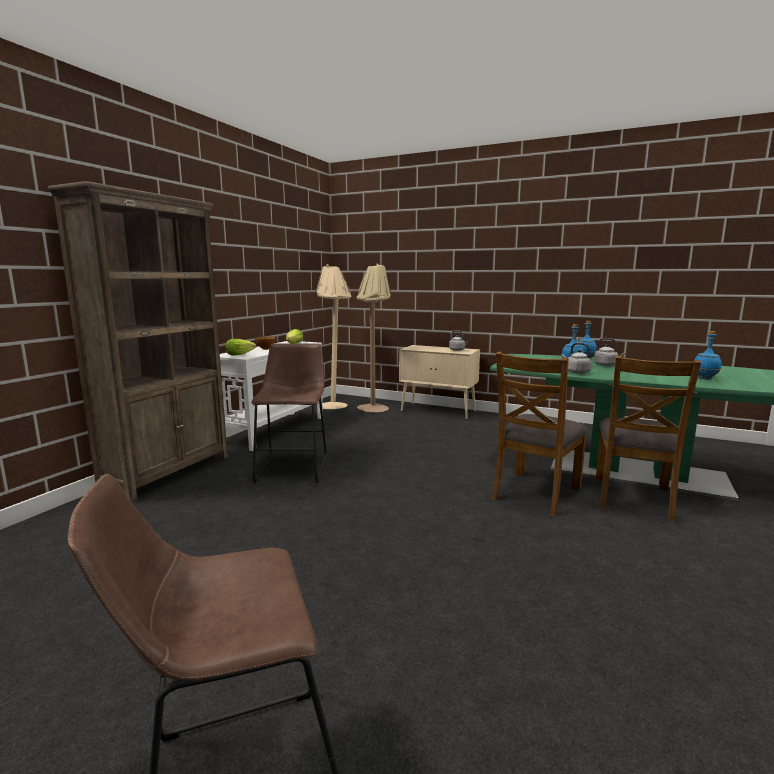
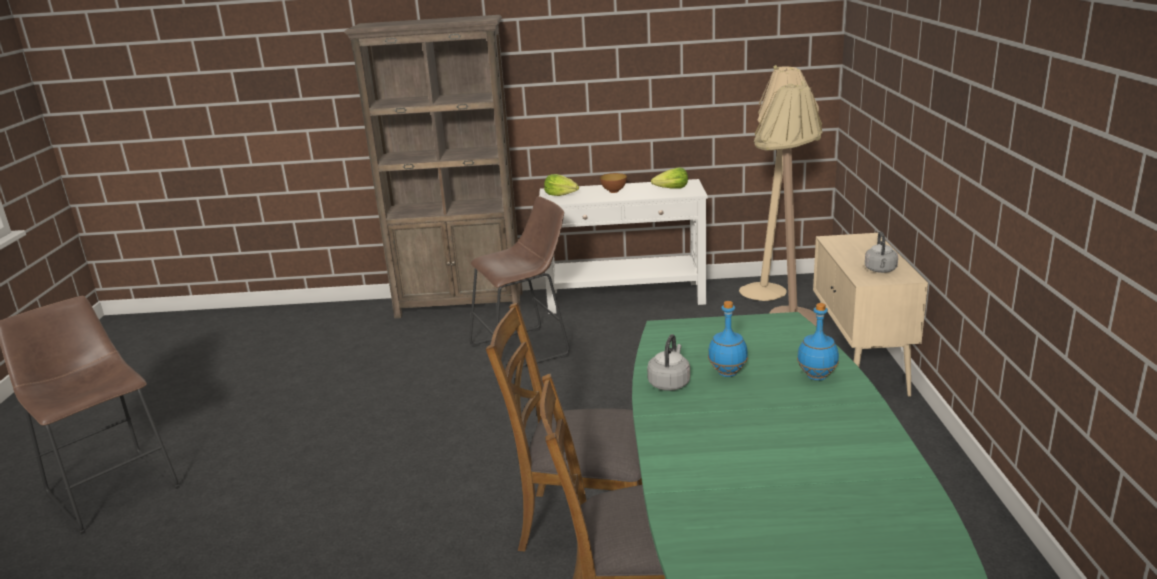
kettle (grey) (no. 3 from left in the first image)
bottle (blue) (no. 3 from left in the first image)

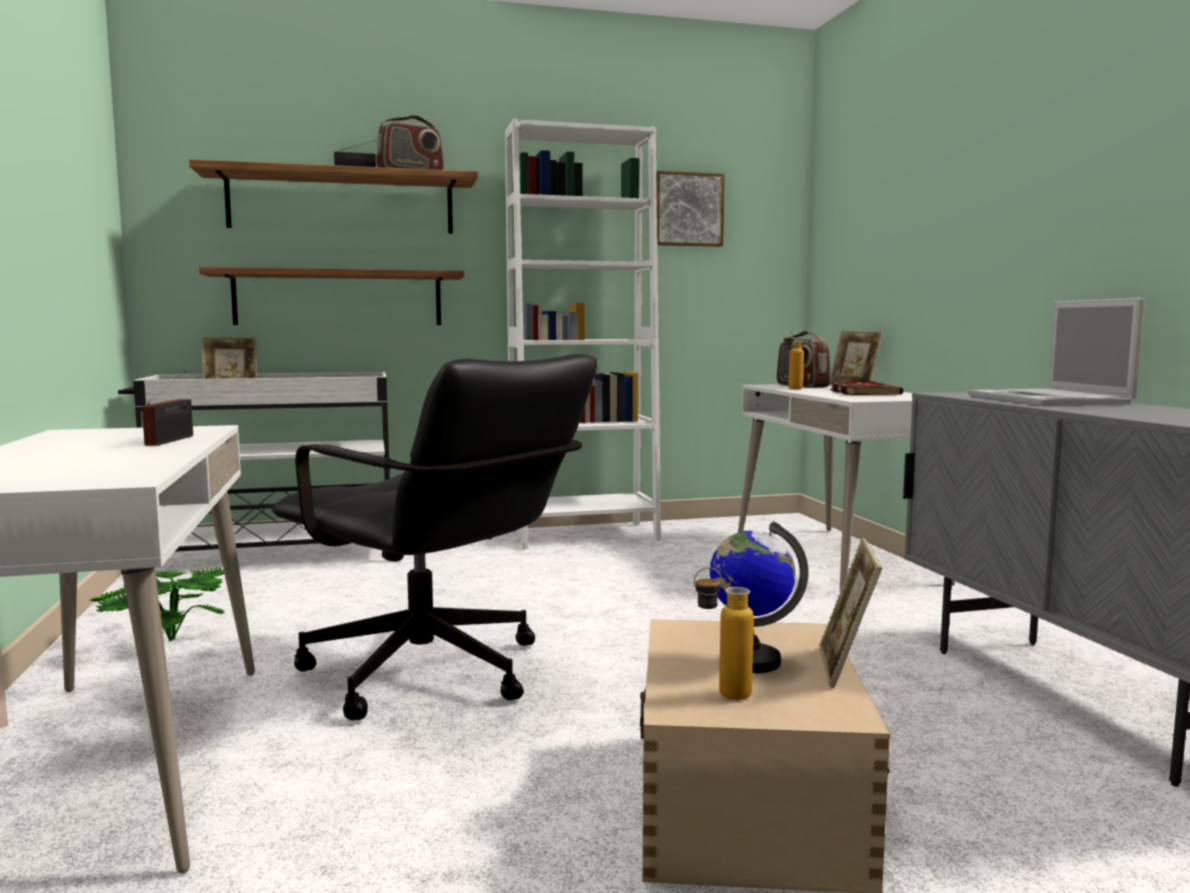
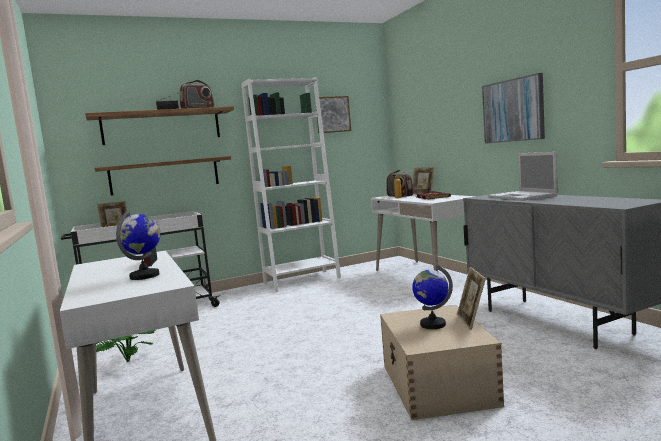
office chair (black)
bottle (no. 1 from left in the first image)
globe (no. 1 from left)
picture (no. 2 from left)

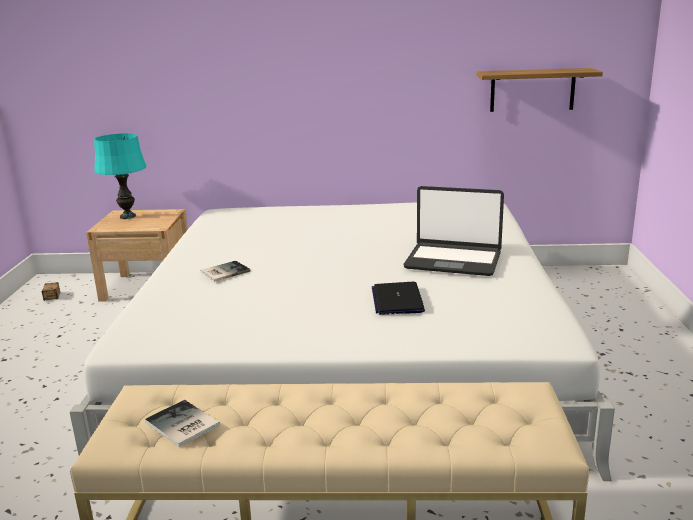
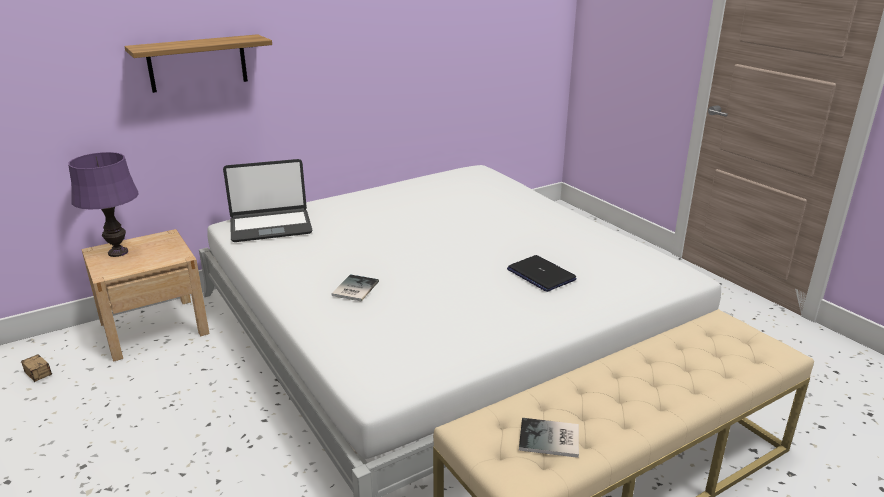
table lamp (purple)
laptop (no. 1 from left)
shelf

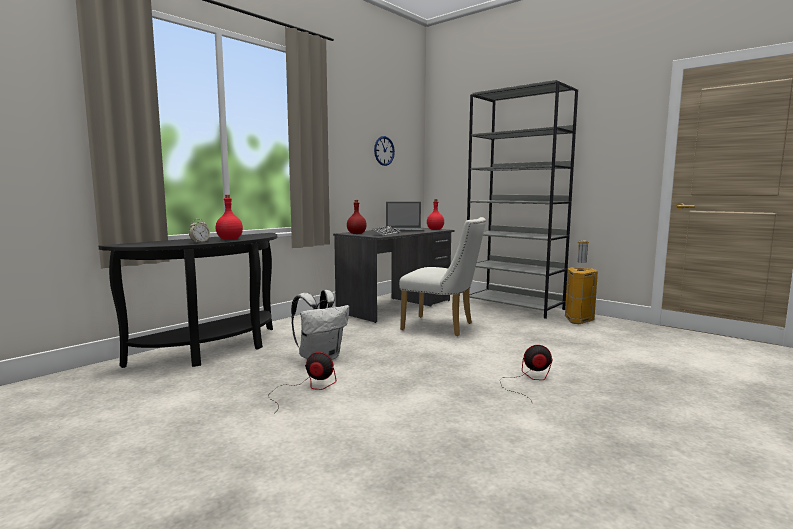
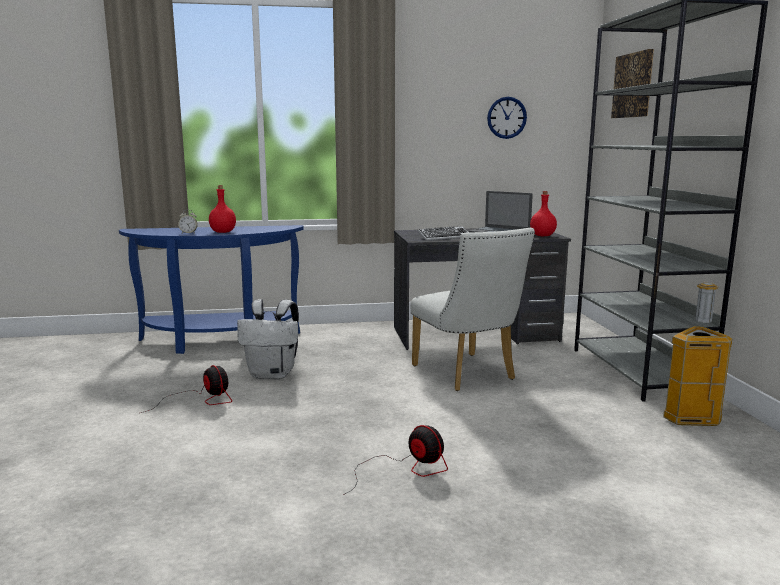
console table (blue)
bottle (red) (no. 2 from left in the first image)
picture

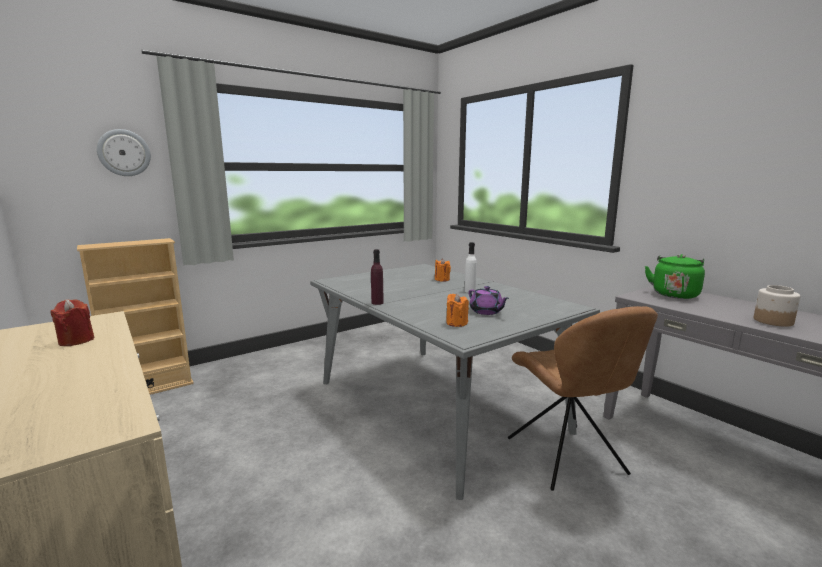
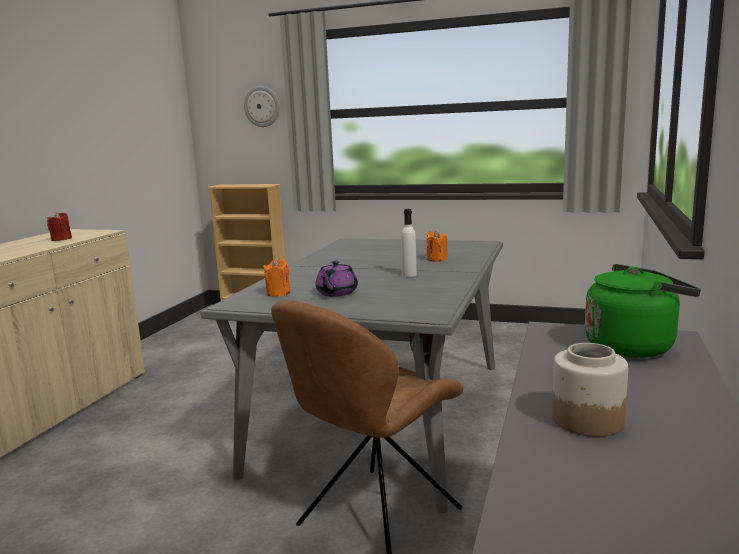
bottle (purple)

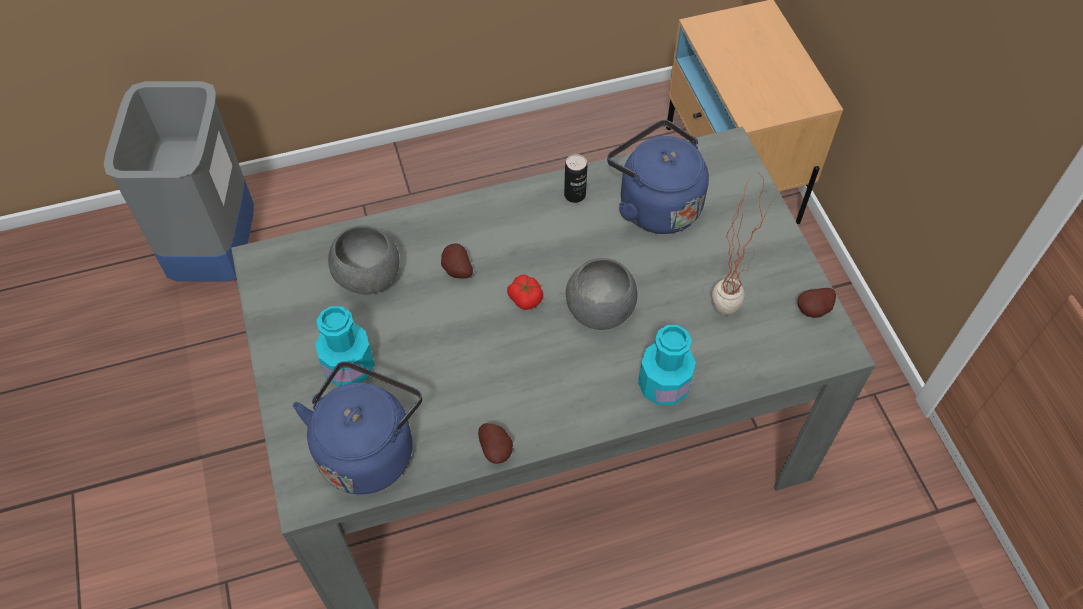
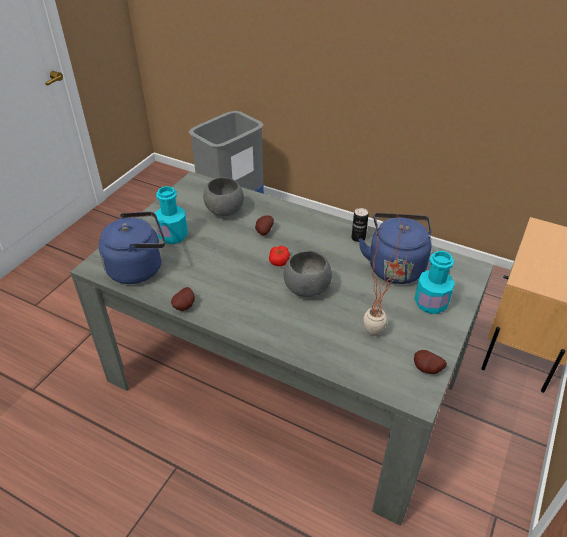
bottle (turquoise) (no. 2 from left)

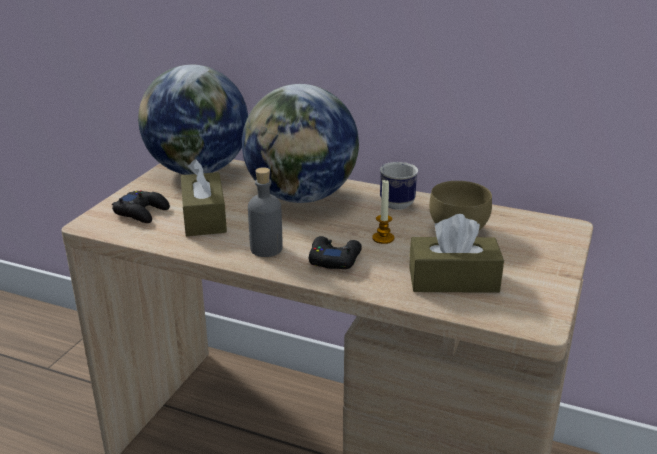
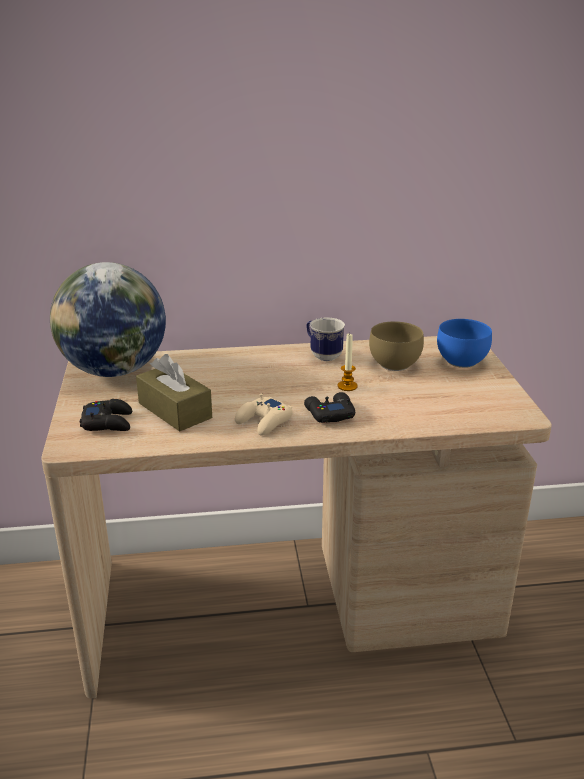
globe (no. 2 from left in the first image)
game controller (beige)
tissue box (brown) (no. 2 from left in the first image)
bowl (blue)

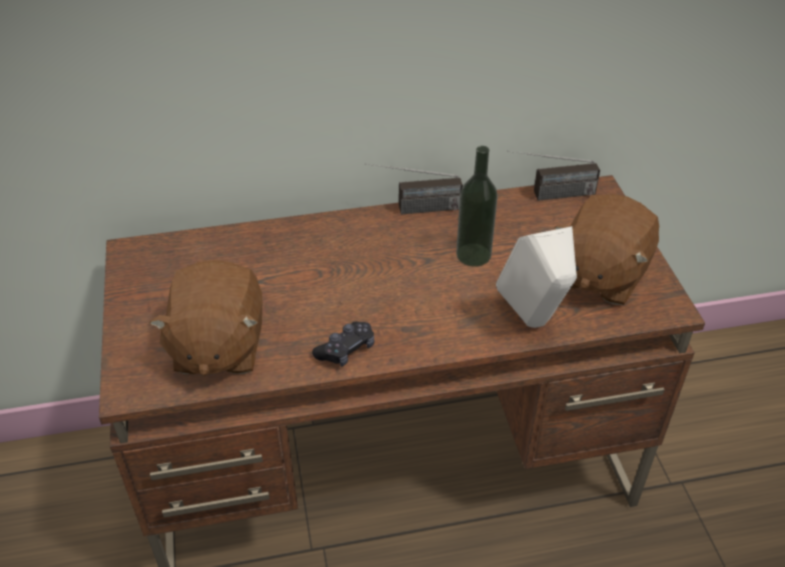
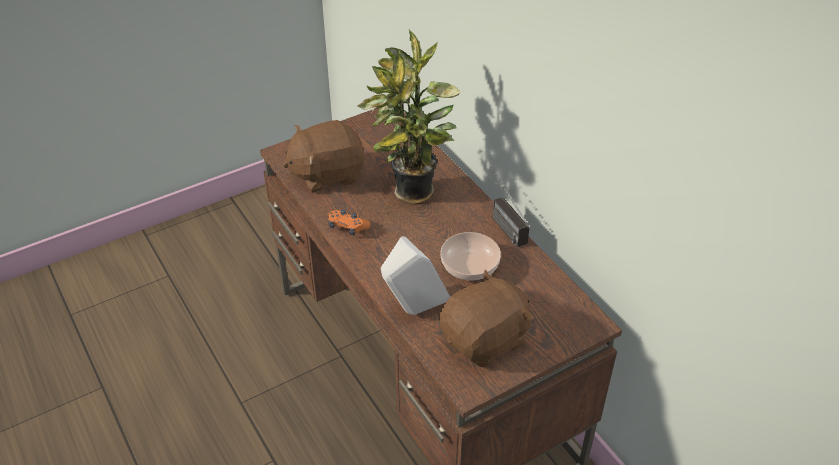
game controller (orange)
bowl
radio (no. 2 from left in the first image)
plush toy (brown) (no. 2 from left)
potted plant

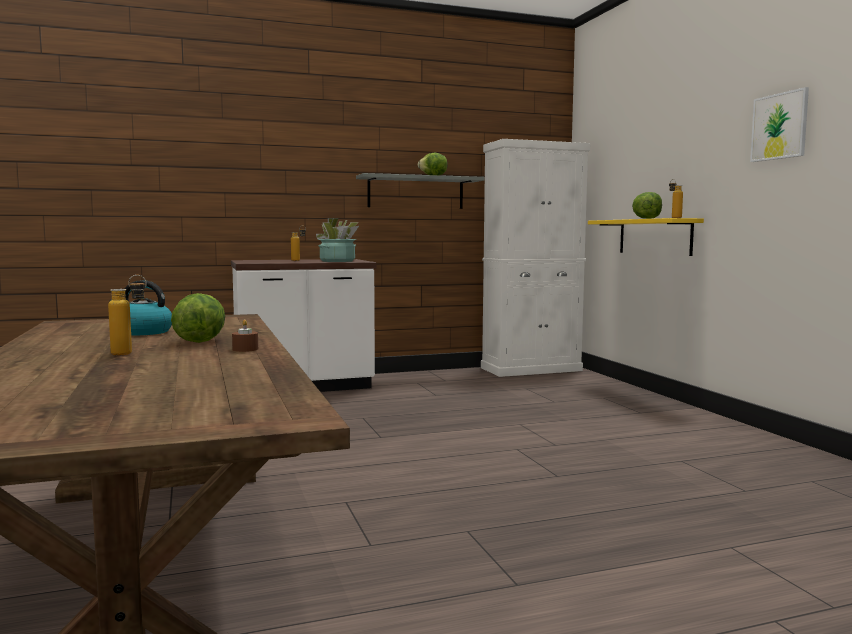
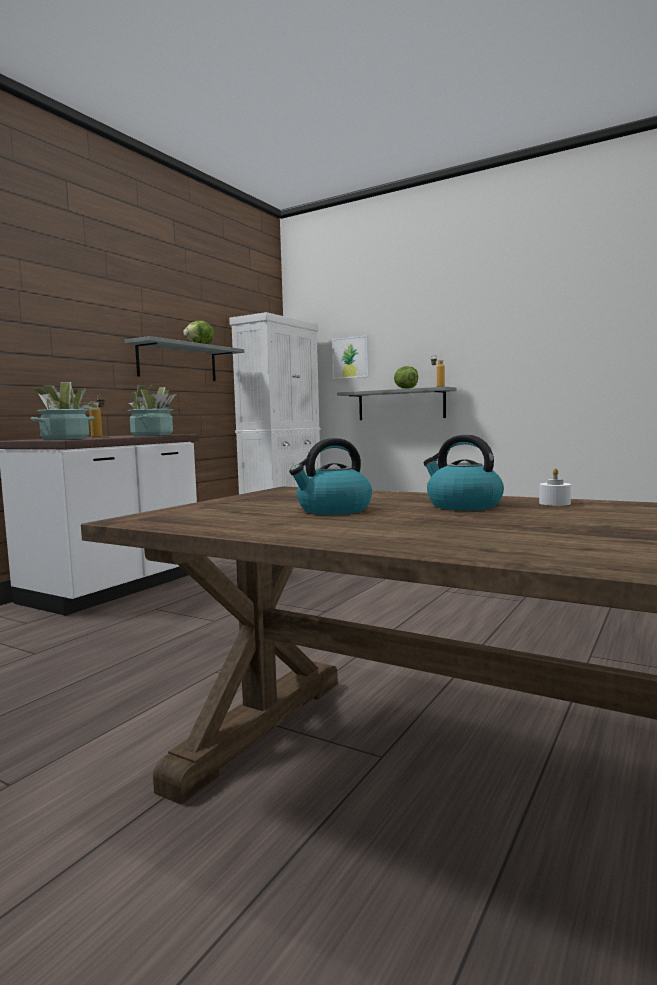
bottle (no. 1 from left in the first image)
kettle (no. 2 from left)
candle (white)
shelf (grey) (no. 2 from left)
picture
potted plant (no. 1 from left)

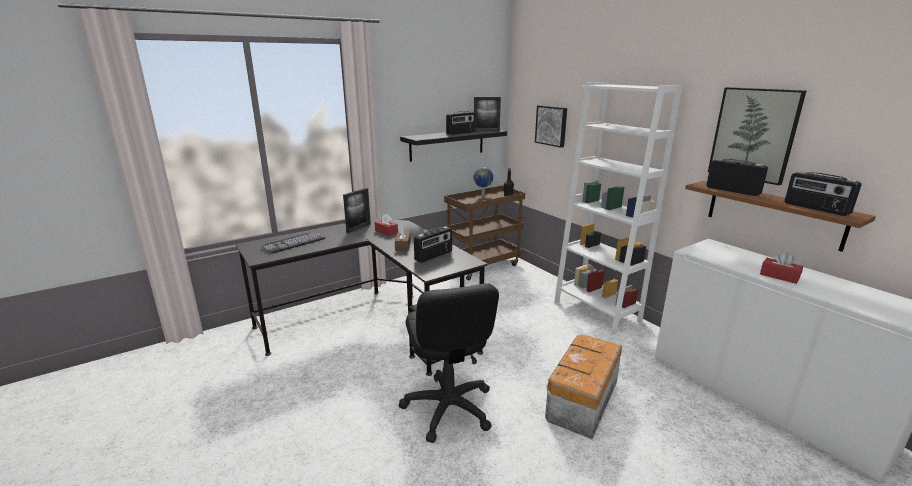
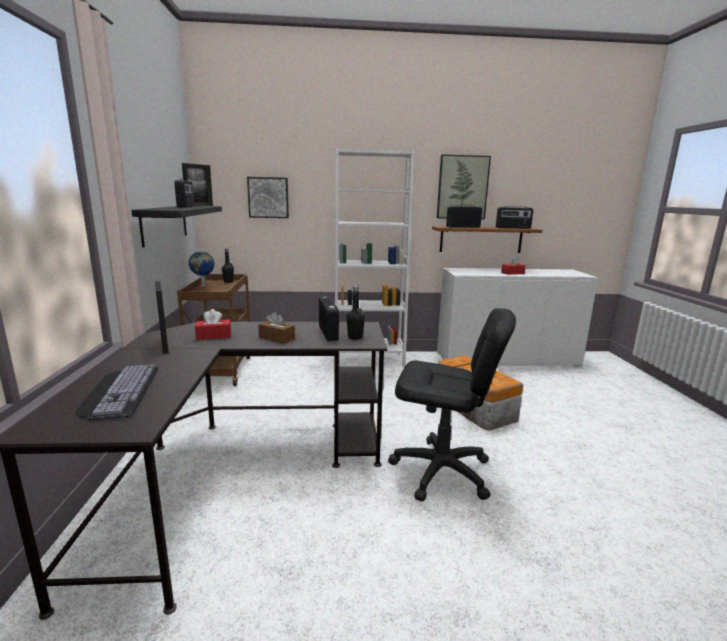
bottle (black) (no. 2 from left)

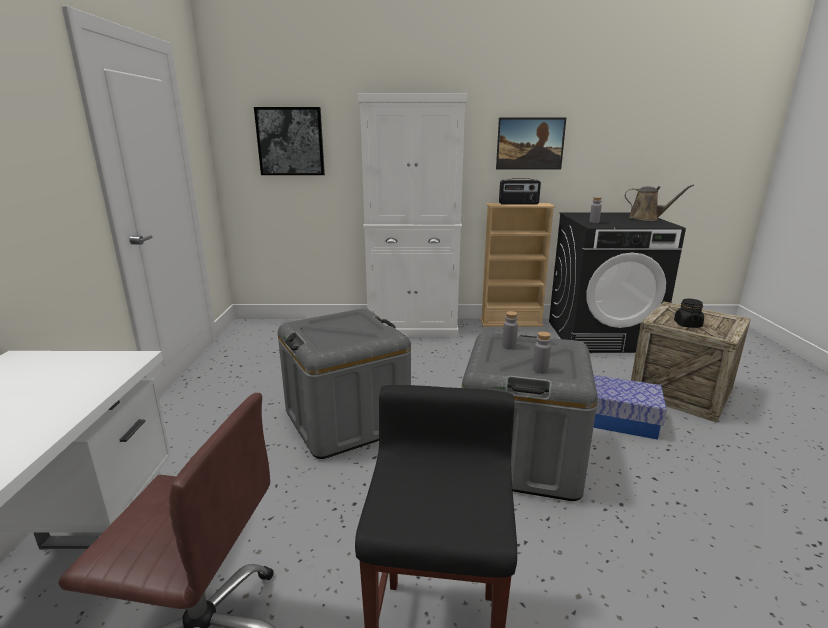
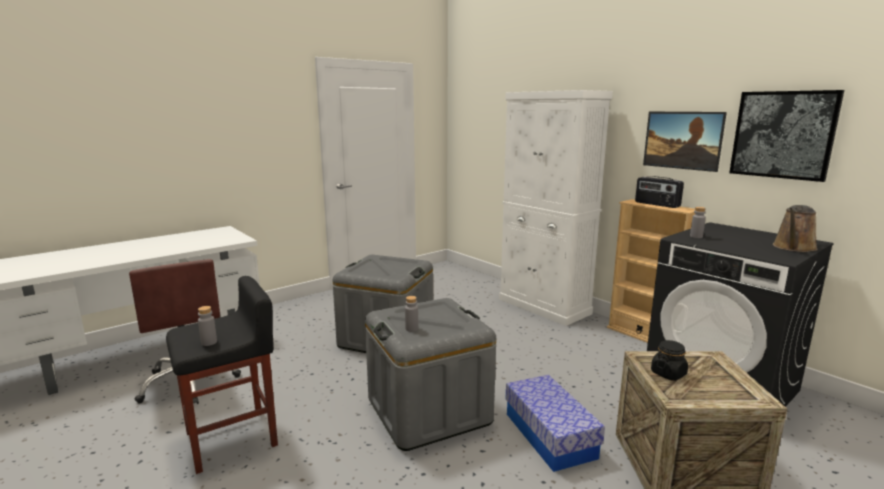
picture (no. 2 from left)
bottle (grey) (no. 1 from left)
watering can (brown)

